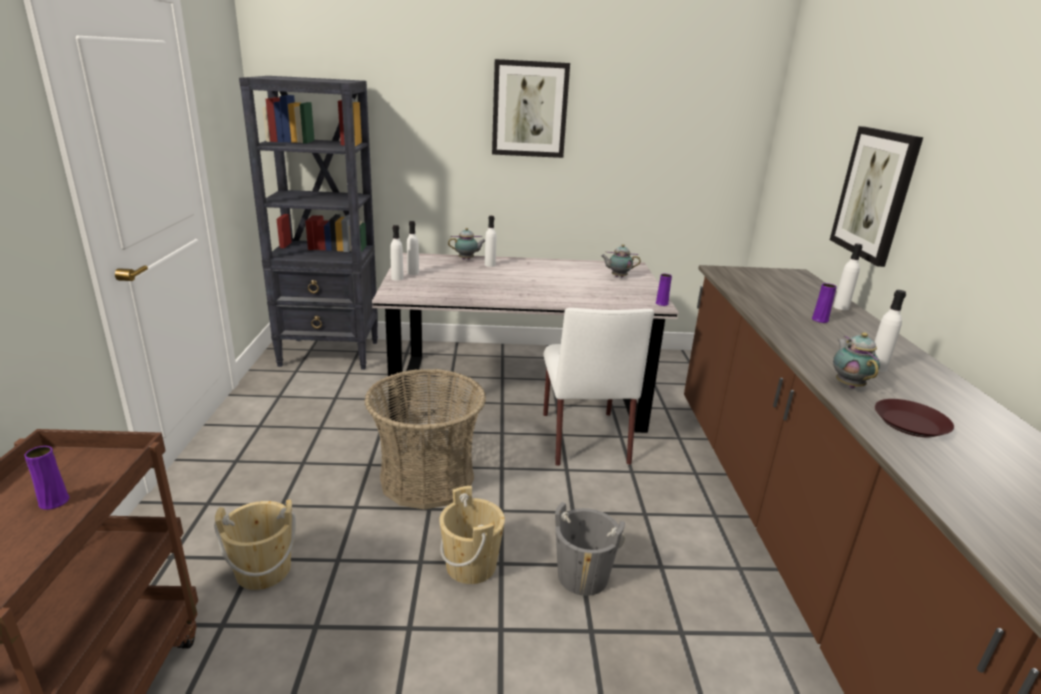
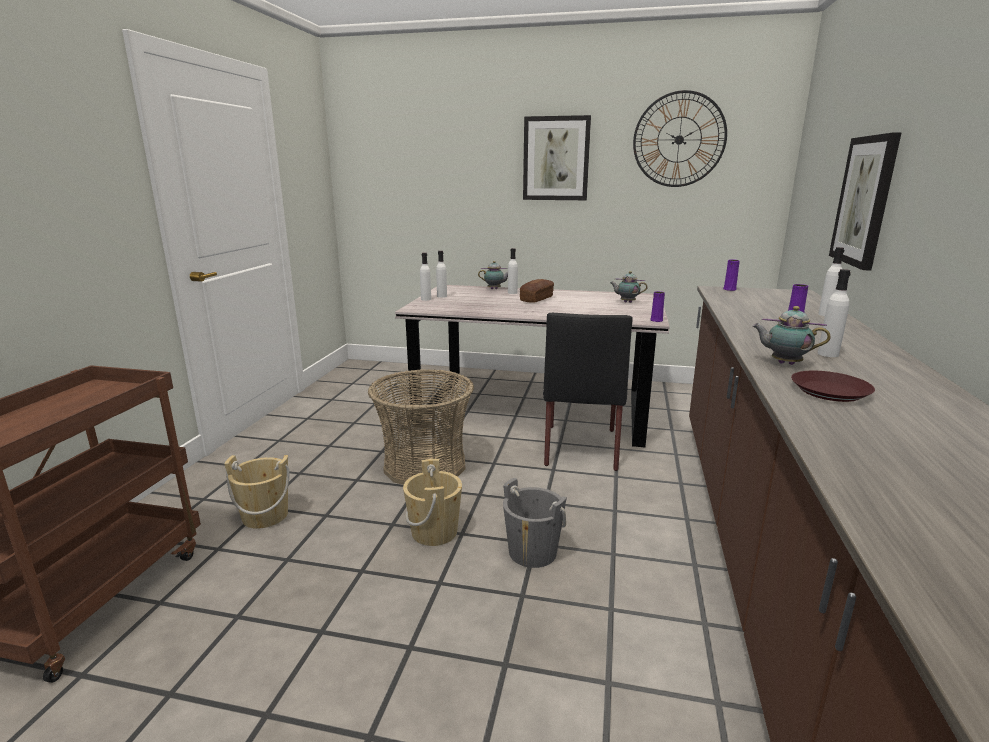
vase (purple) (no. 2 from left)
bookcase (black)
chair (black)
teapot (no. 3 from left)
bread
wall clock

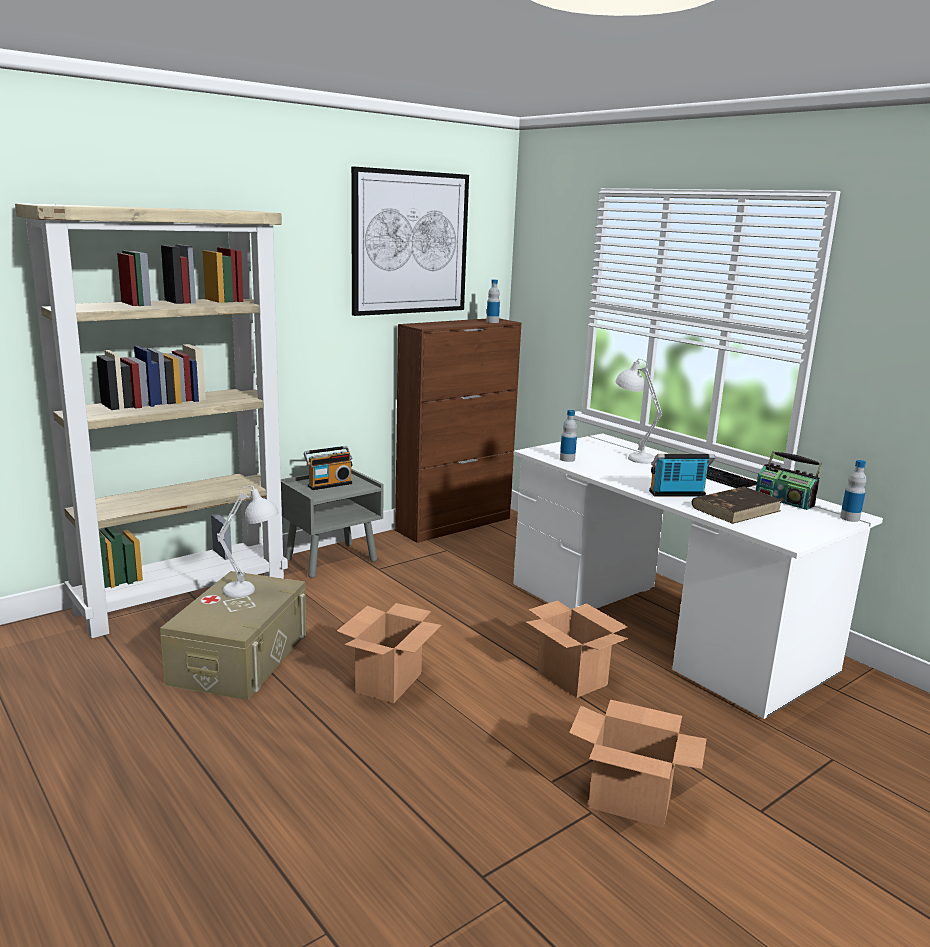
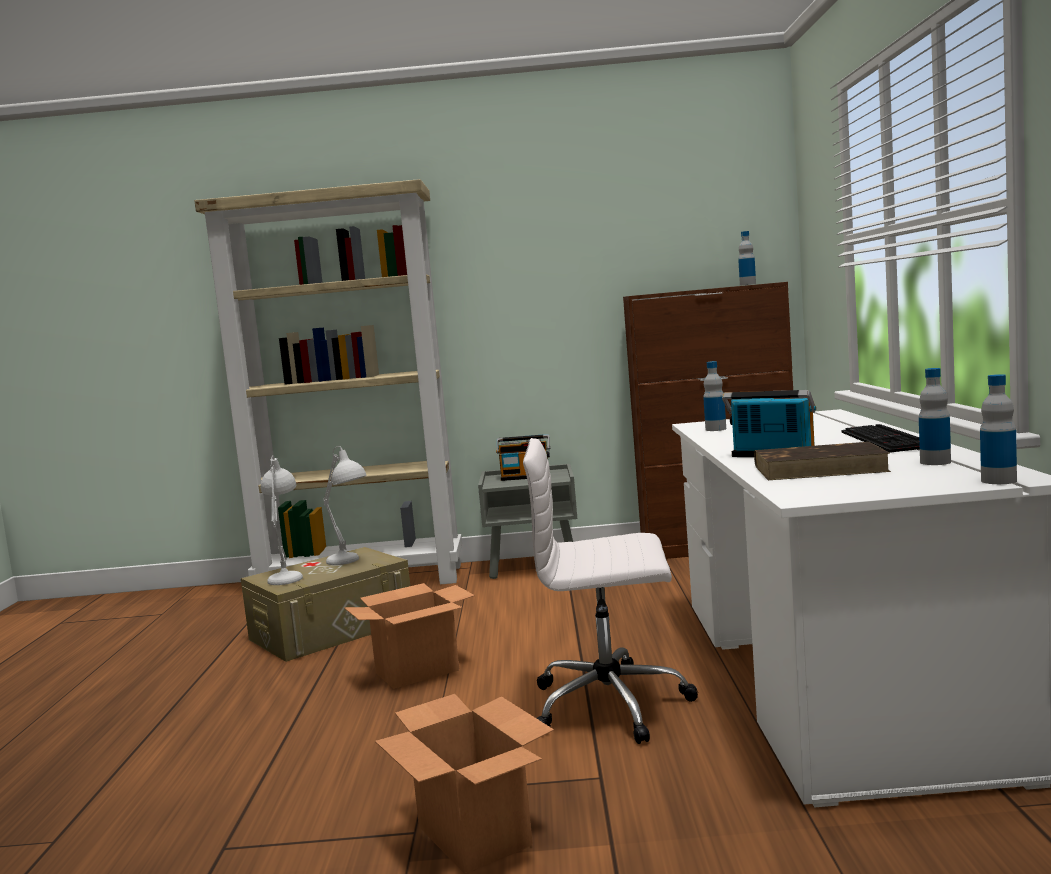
picture
office chair (white)
table lamp (white) (no. 1 from left)
bottle (no. 3 from left)

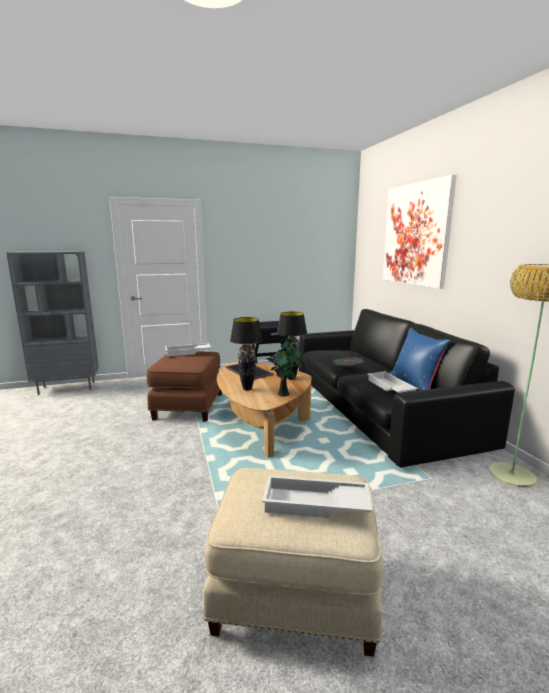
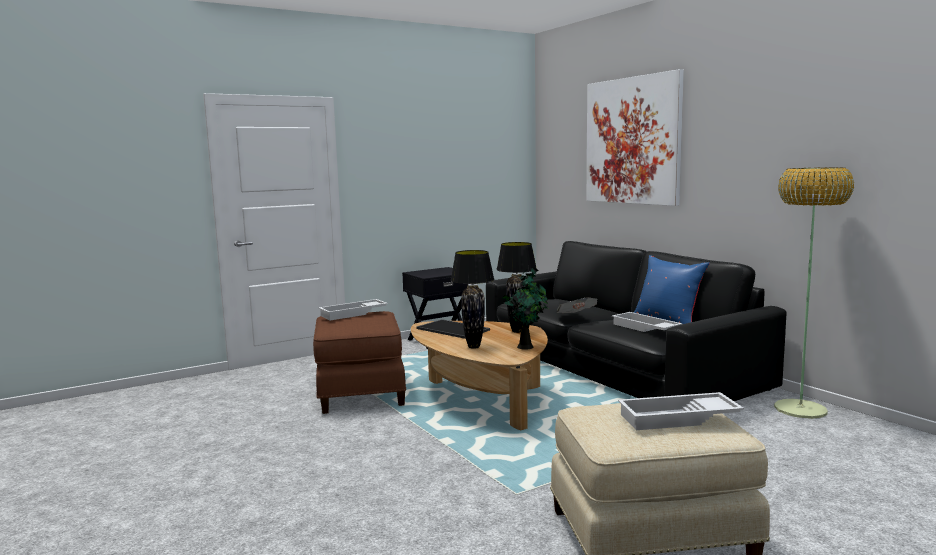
bookcase (grey)

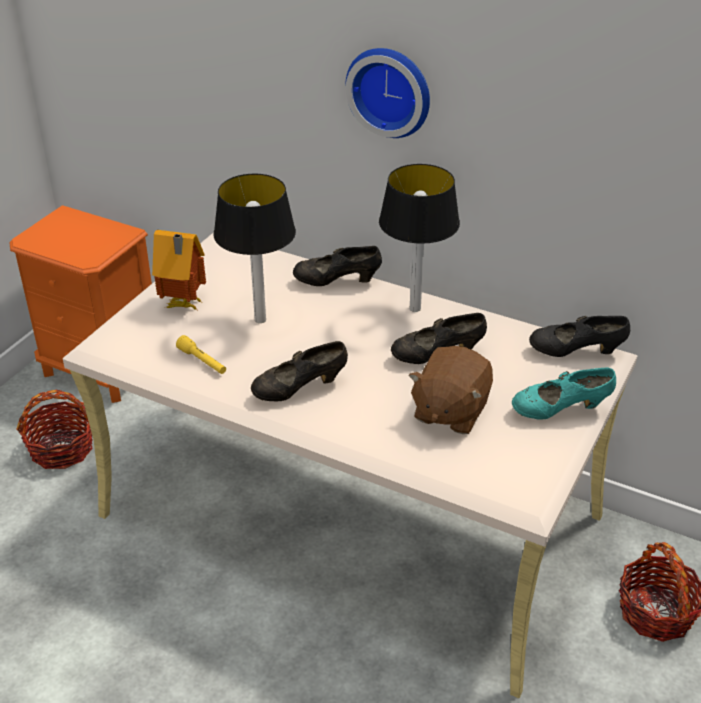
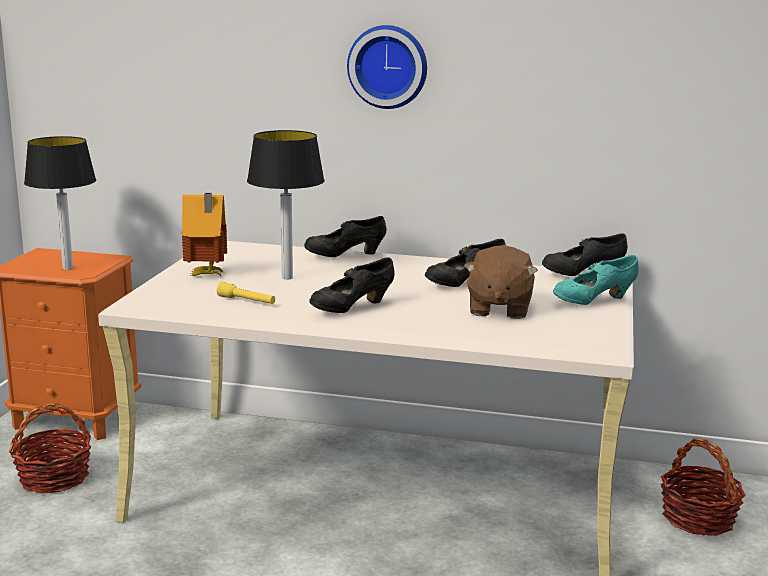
table lamp (no. 1 from left)

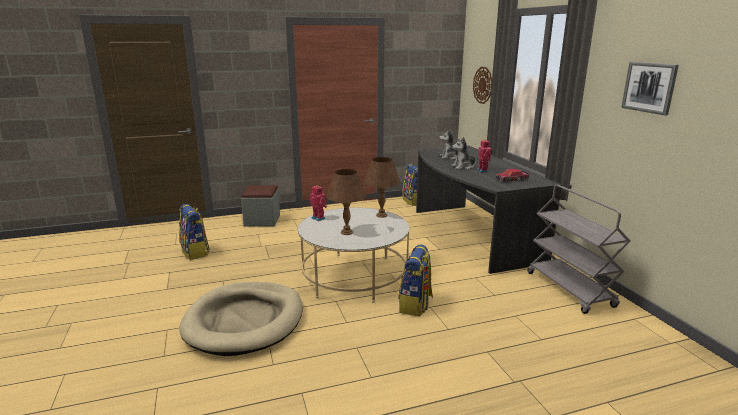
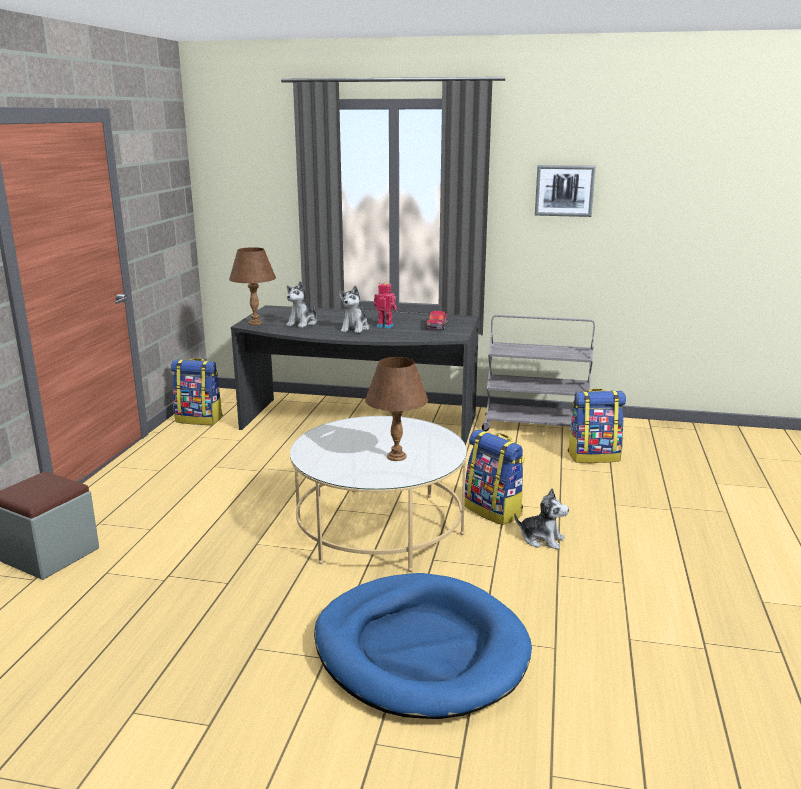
backpack (no. 3 from left)
dog bed (blue)
toy robot (no. 1 from left in the first image)
table lamp (brown) (no. 1 from left)
wall clock
plush toy (no. 3 from left)

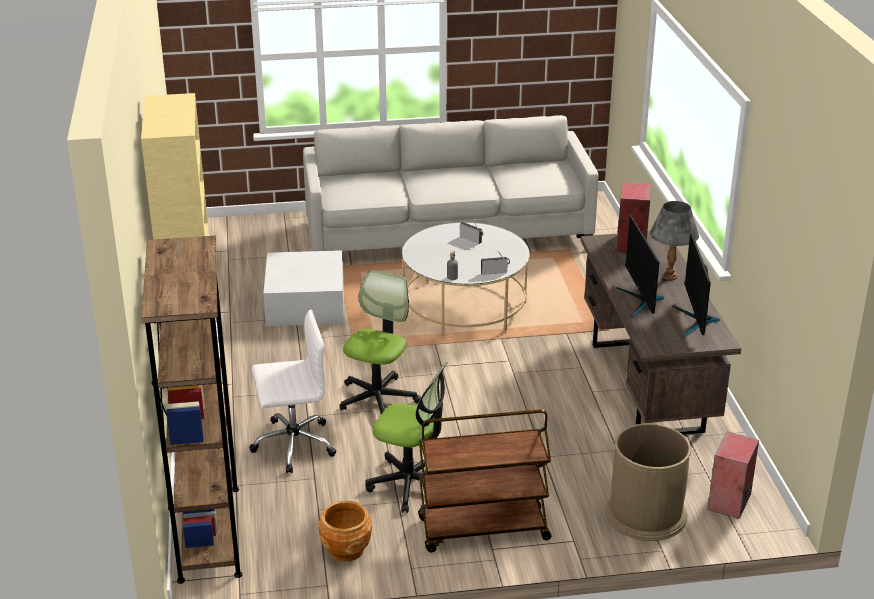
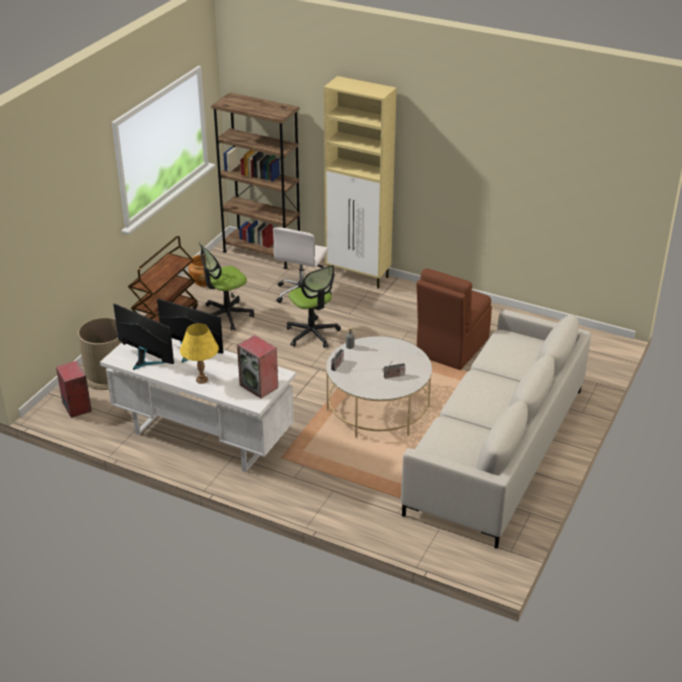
chair (brown)
desk (white)
table lamp (yellow)

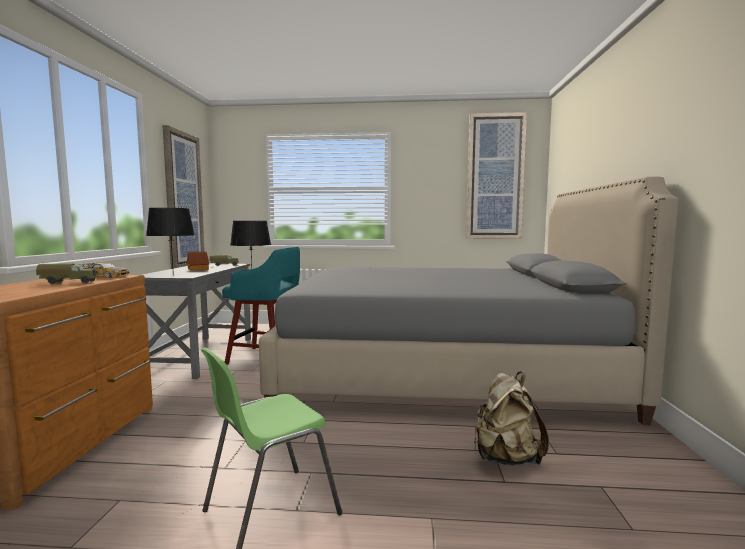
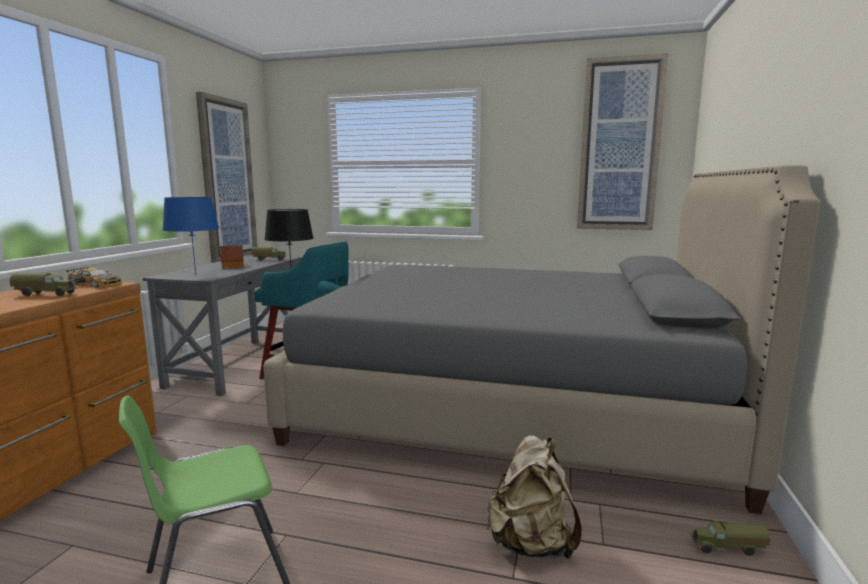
table lamp (blue)
toy truck (no. 3 from left)

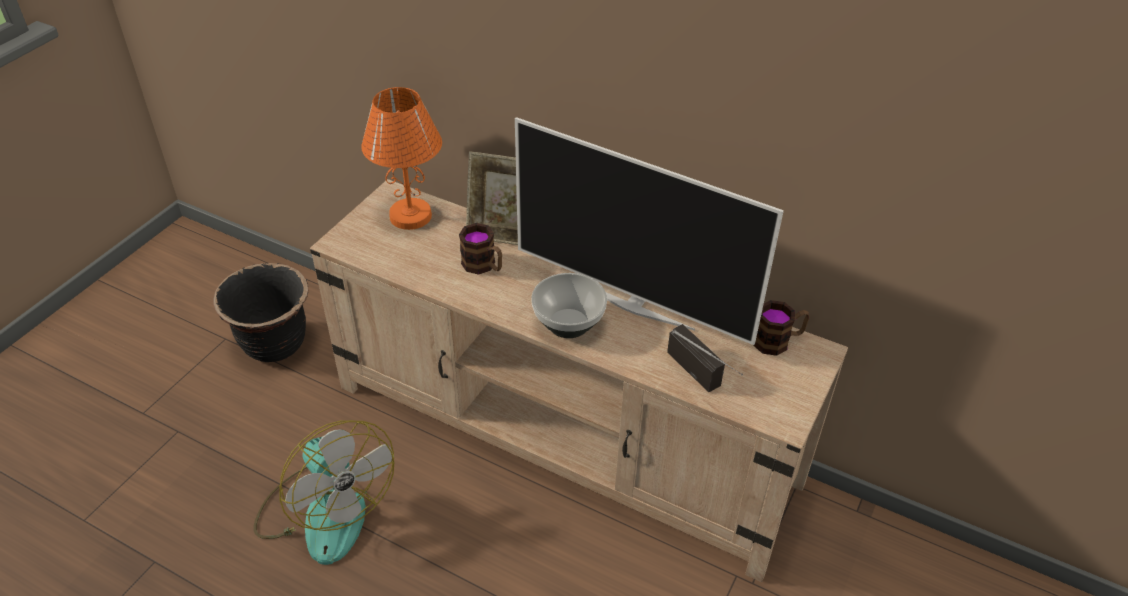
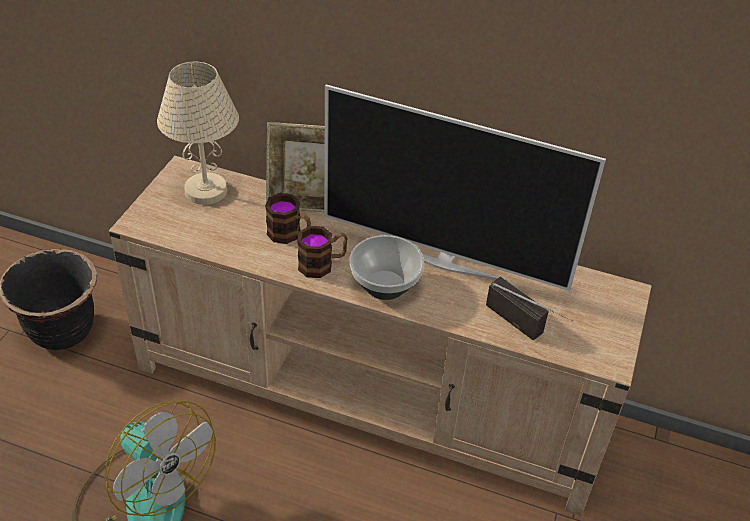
table lamp (beige)
mug (no. 2 from left)

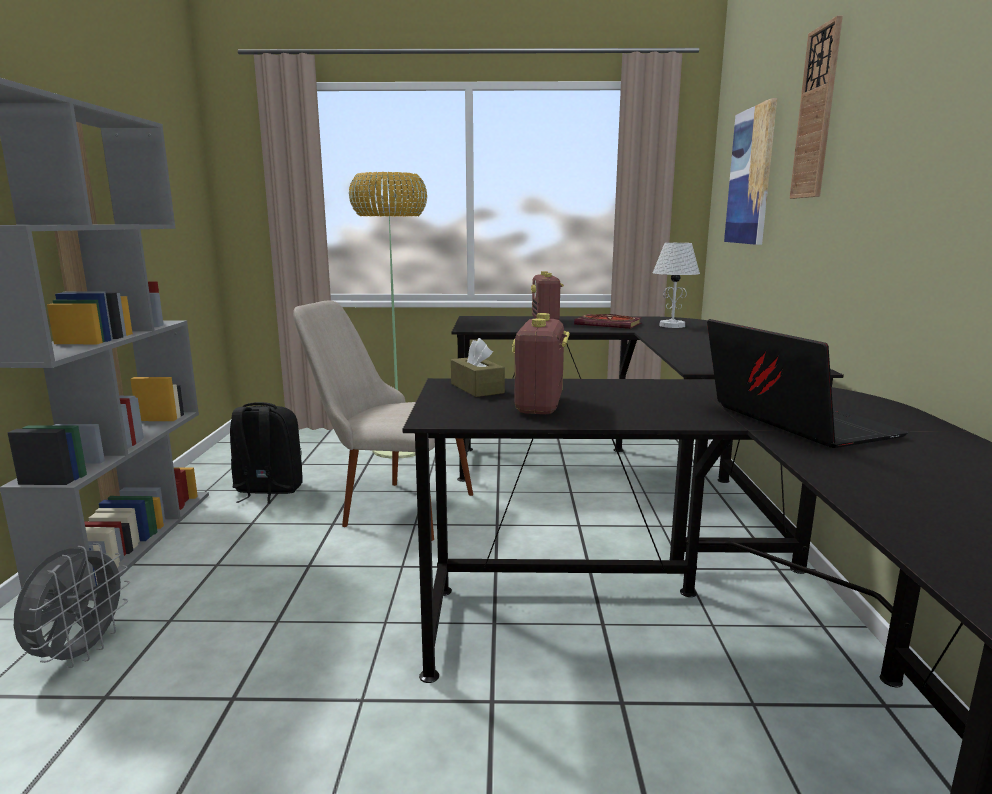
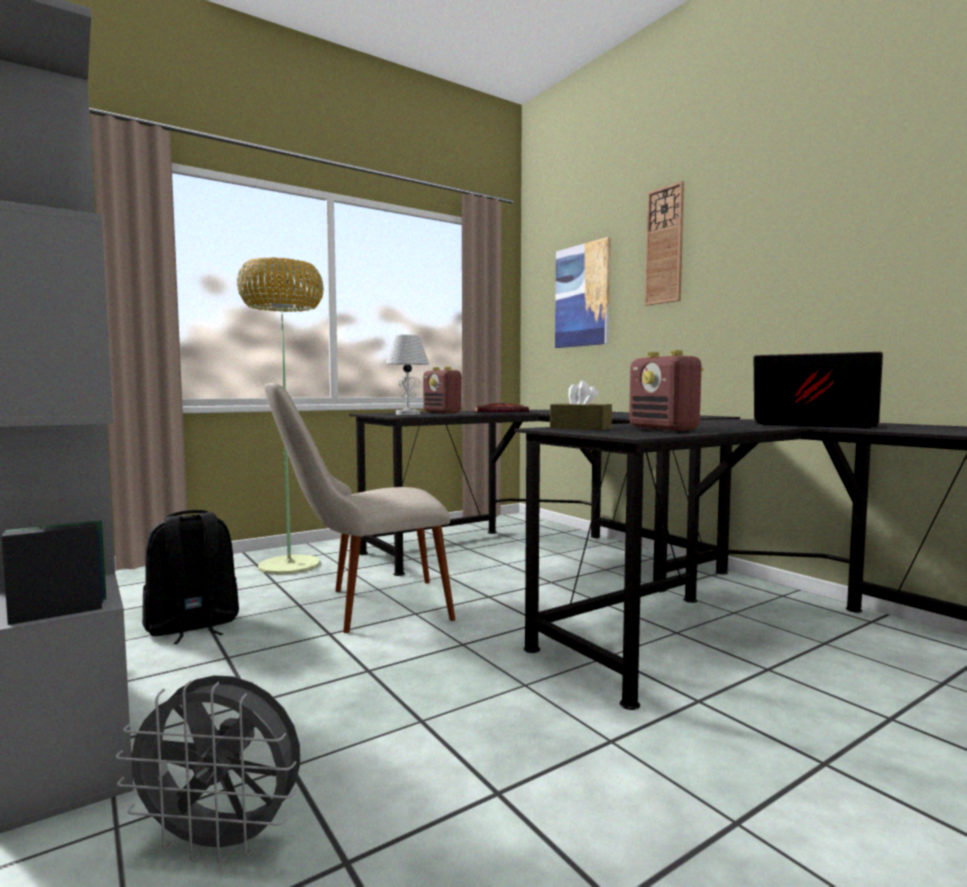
fan (grey)
table lamp (white)

